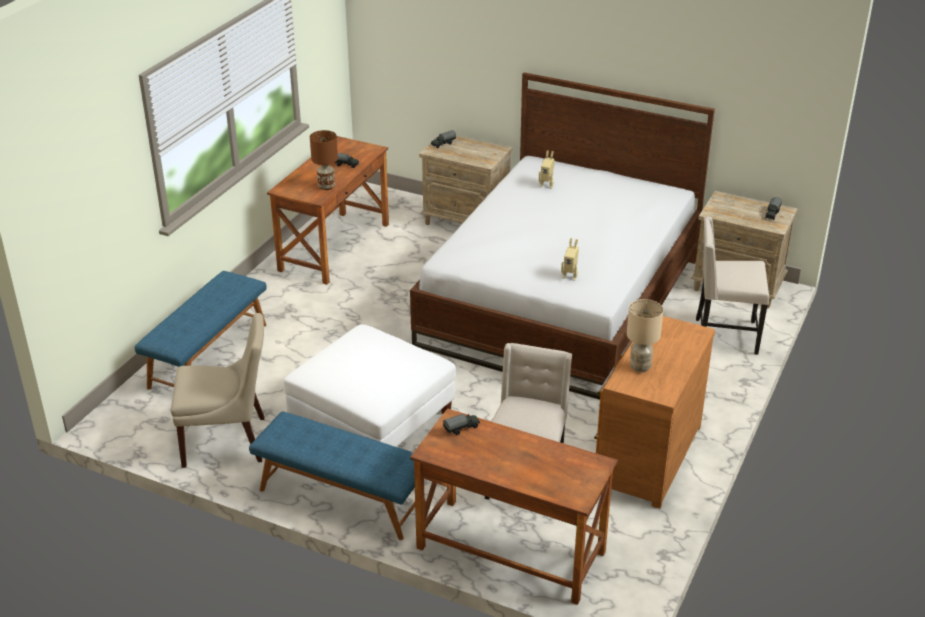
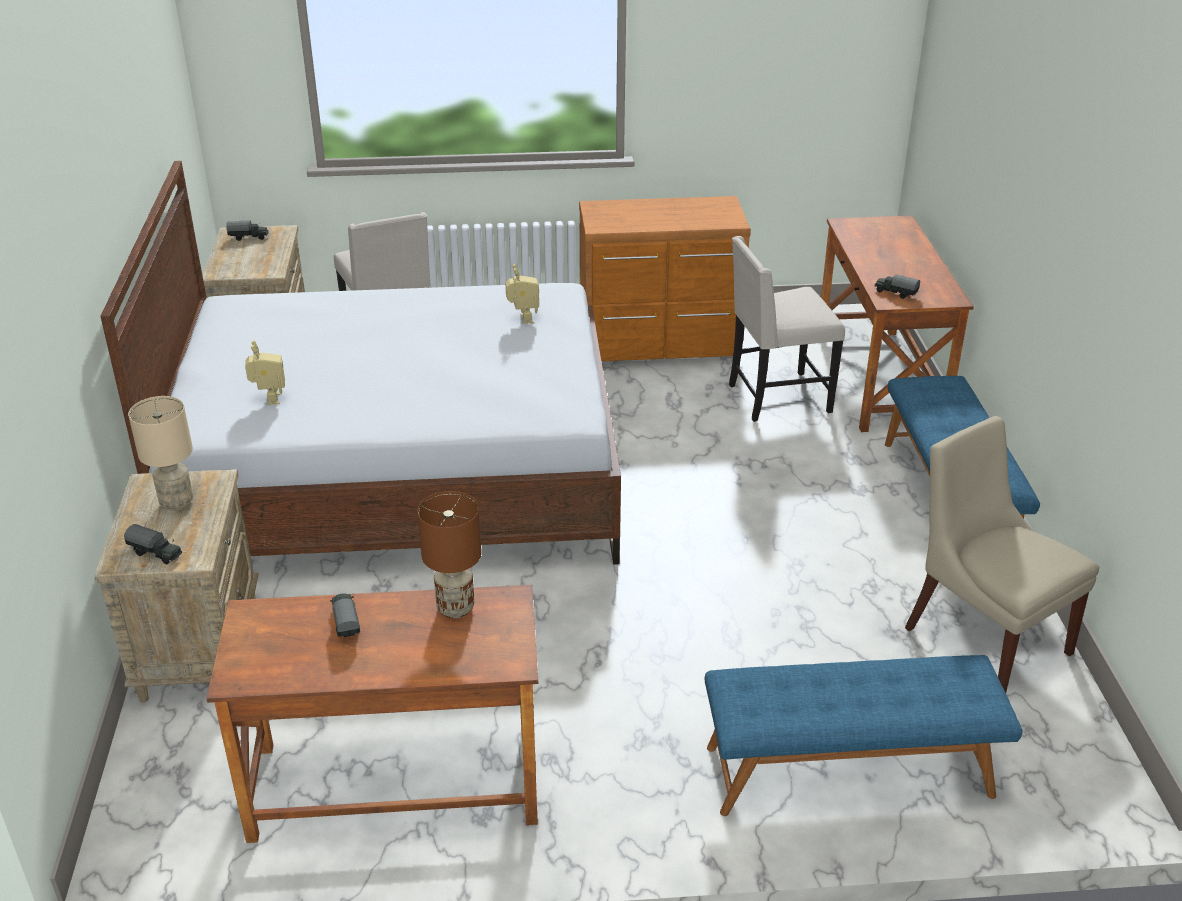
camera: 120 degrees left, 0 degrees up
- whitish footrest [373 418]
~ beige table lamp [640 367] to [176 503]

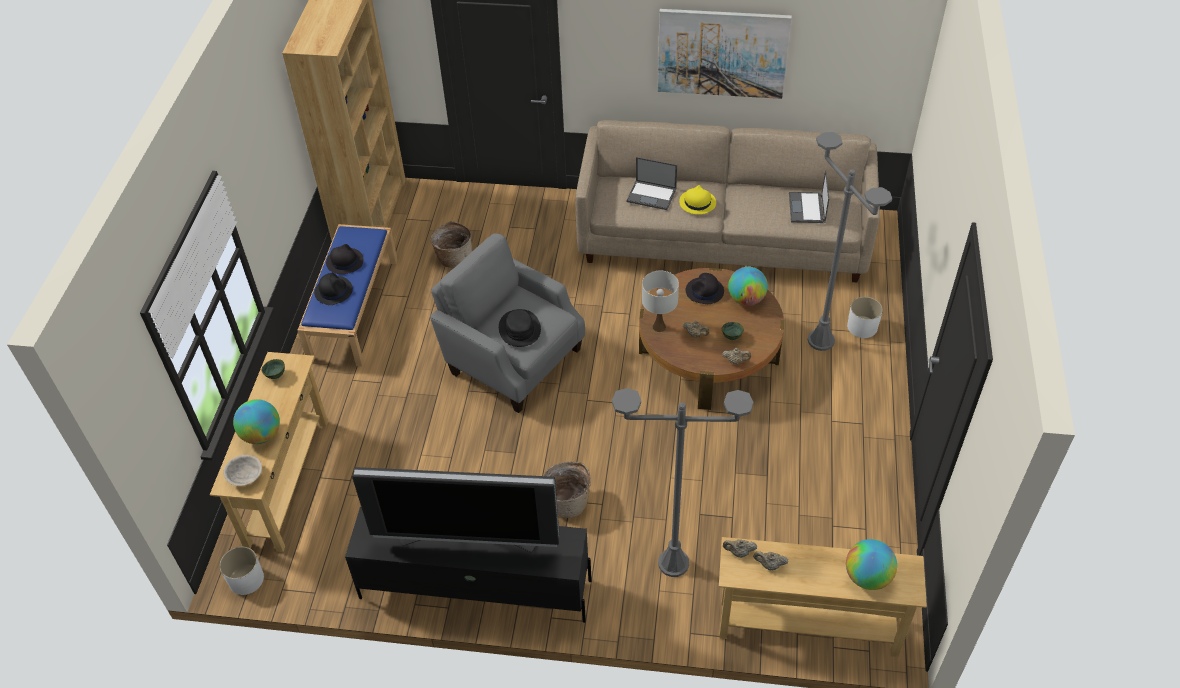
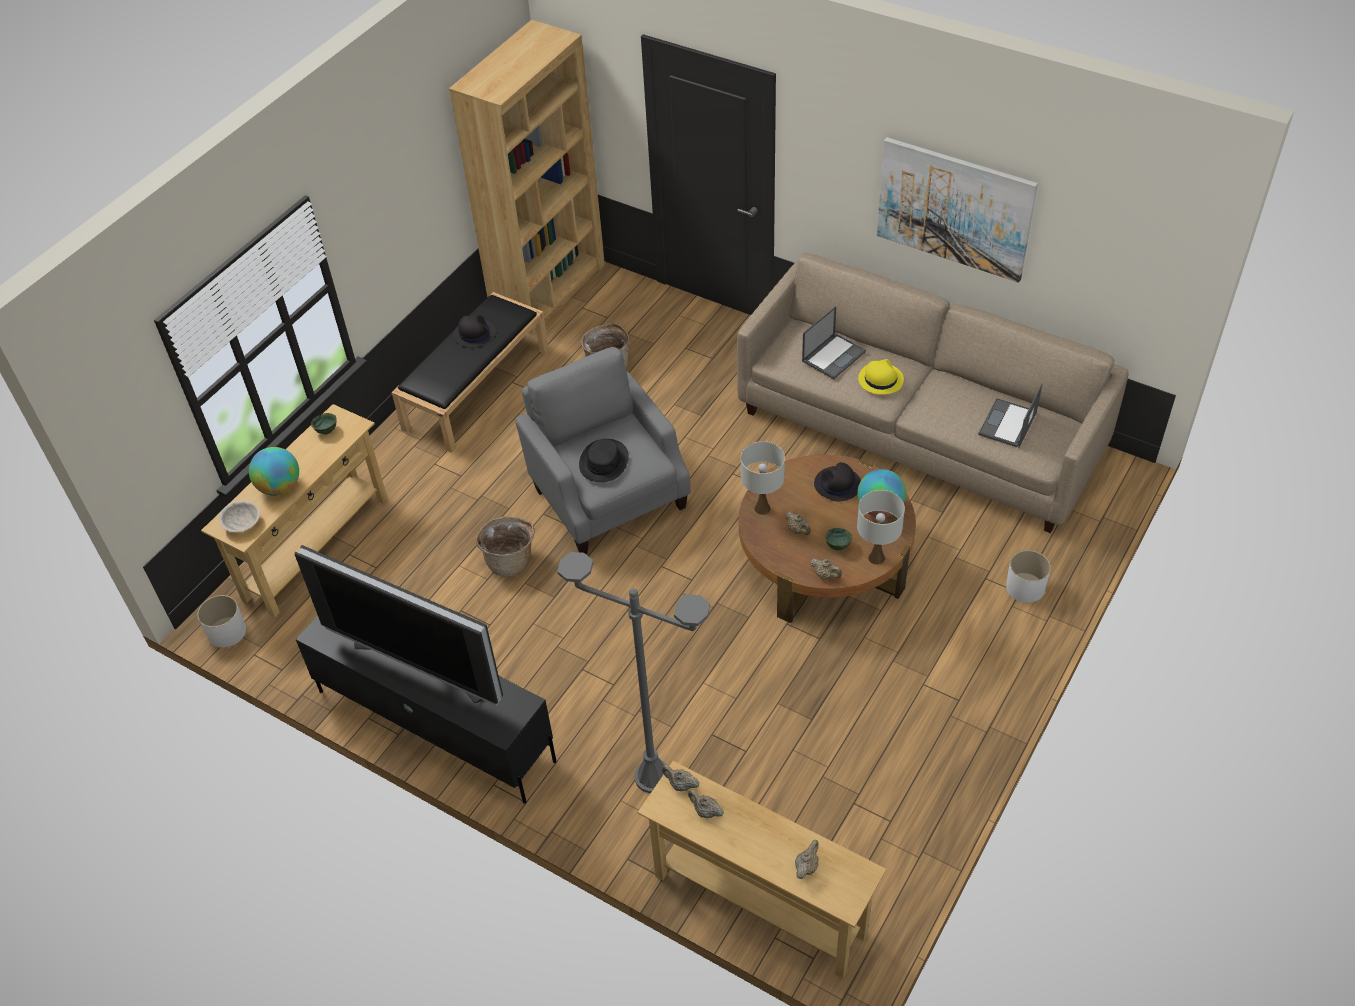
camera: 25 degrees right, 0 degrees up
- black hat [333 291]
- grey standing lamp [821 340]
+ whitish table lamp [876 558]
~ basket [567 501] to [510 560]
~ desk globe [867 577] to beige tea pot [806 866]
~ blue long seat [353 308] to black long seat [476 388]
~ portable computer [652 195] = [834 356] 90 degrees counterclockwise

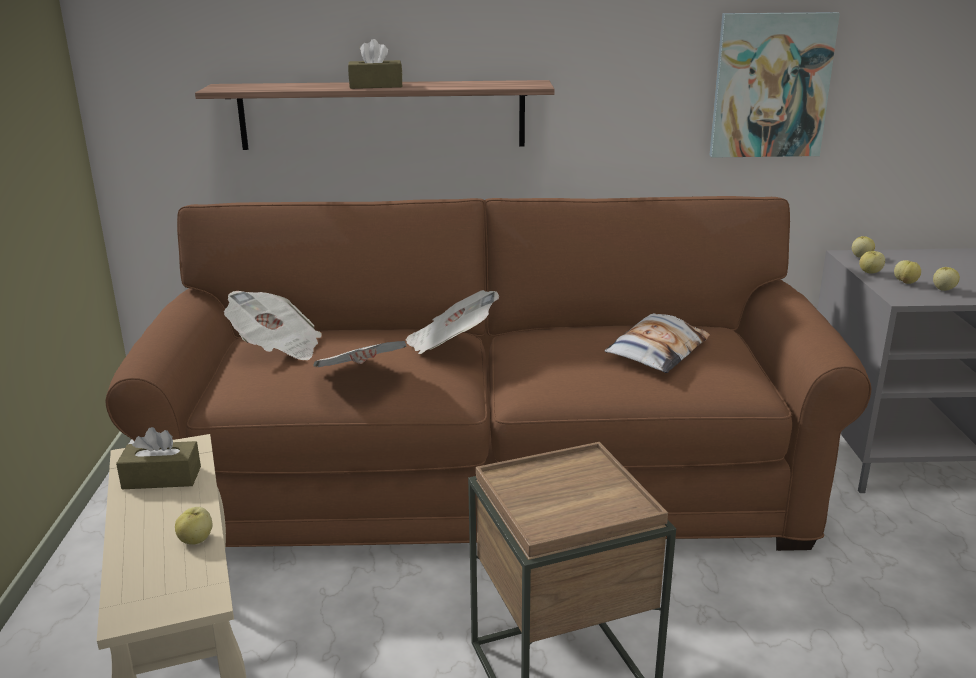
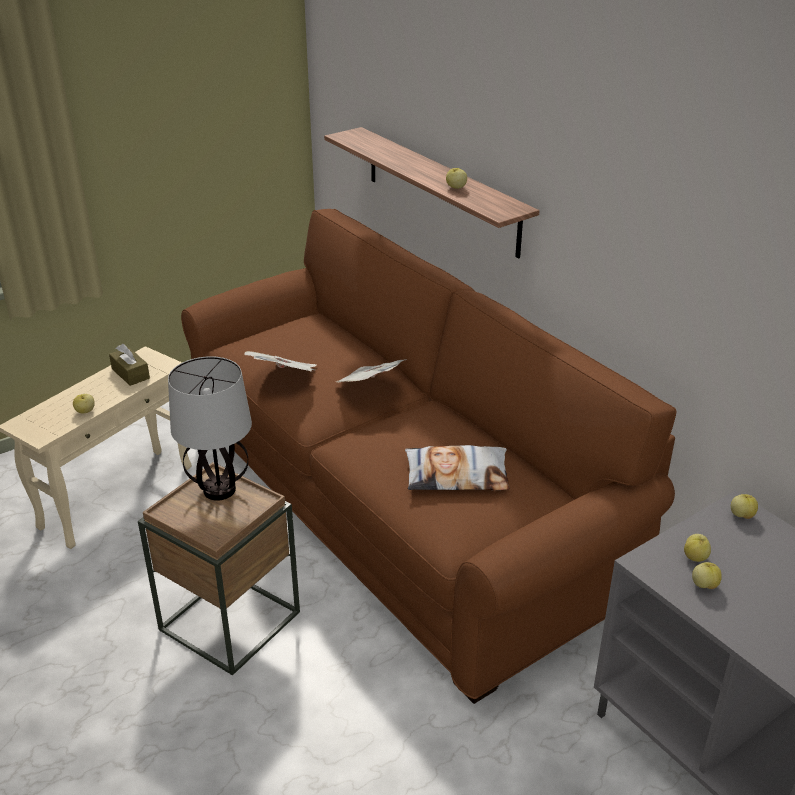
camera: 55 degrees right, 10 degrees up
- newspaper [277 348]
- brown-coloured tissue holder [376 86]
- picture [770 85]
+ table lamp [220 490]
~ apple fruit [870 272] to [456 187]

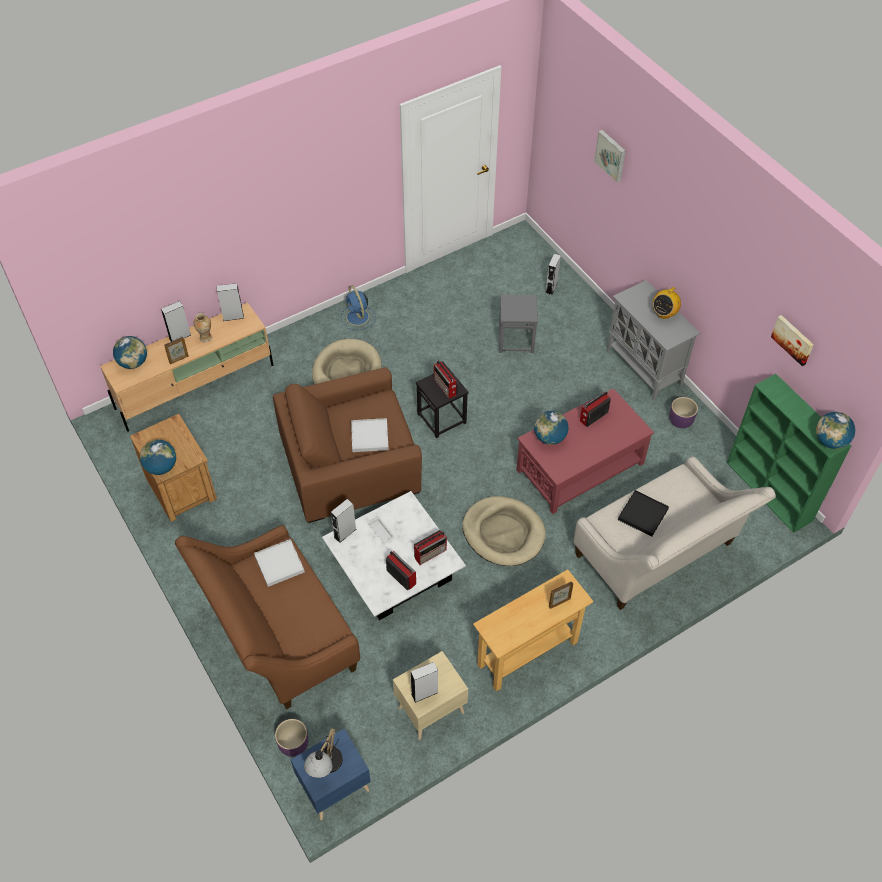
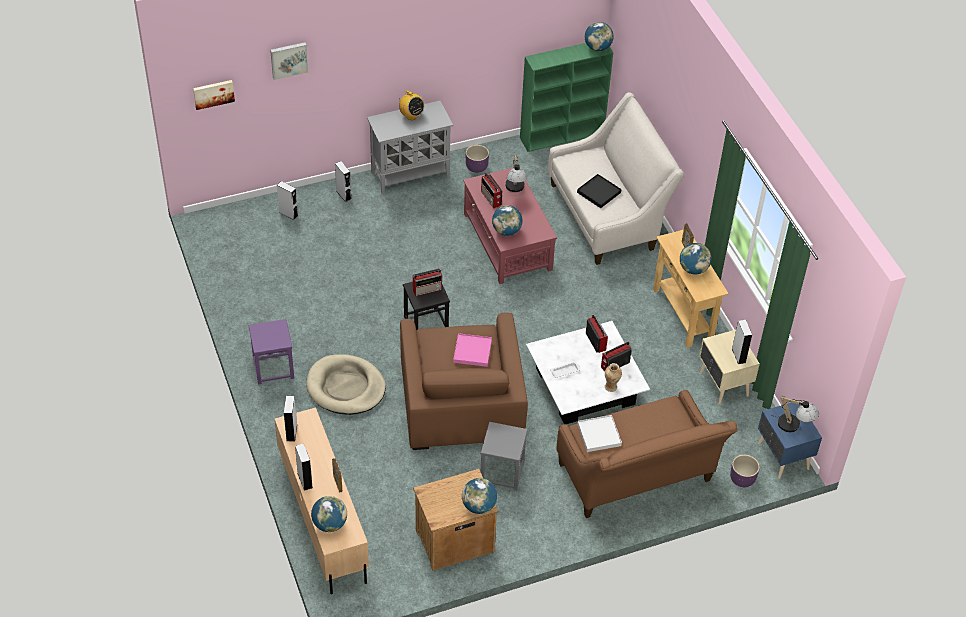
camera: 80 degrees left, 5 degrees down
- beige dog bed [503 533]
+ table lamp [515 189]
+ desk globe [693 269]
~ flower vase [206 338] to [611 387]
~ grey loudspeaker [345 533] to [343 195]
~ grey sitting stool [516 340] to [501 472]
~ picture [793 339] to [213 93]
~ blue fan [358 318] to purple sitting stool [273 367]
~ whitish serving tray [370 436] to pink serving tray [472 351]

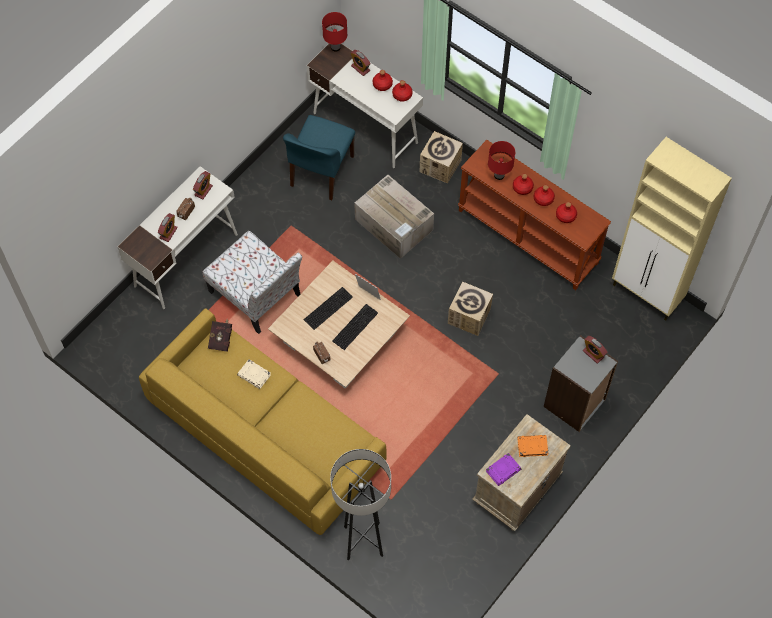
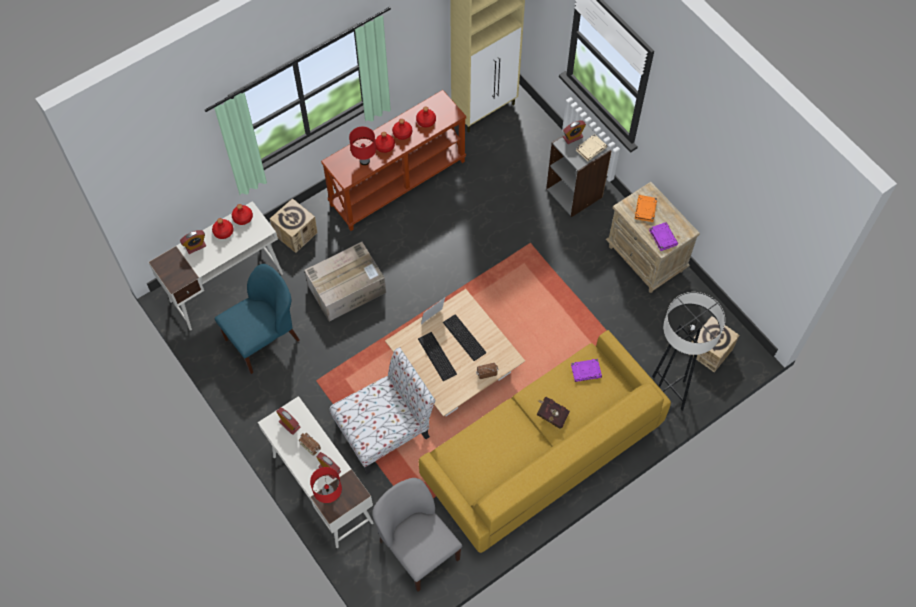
camera: 75 degrees left, 0 degrees up
+ grey plain chair [418 549]
+ purple book [586 371]
~ red book [221 338] to [551 415]
~ beige book [254 375] to [591 149]
~ red table lamp [335 47] to [329 497]
~ packing box [469 316] to [710 351]
~ blue plain chair [321 172] = [263 339] 75 degrees counterclockwise

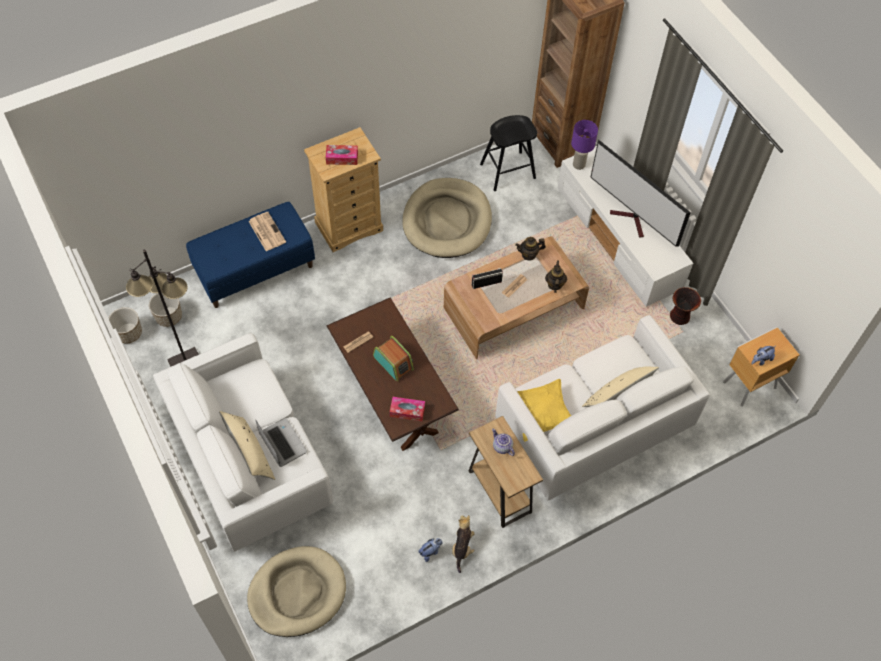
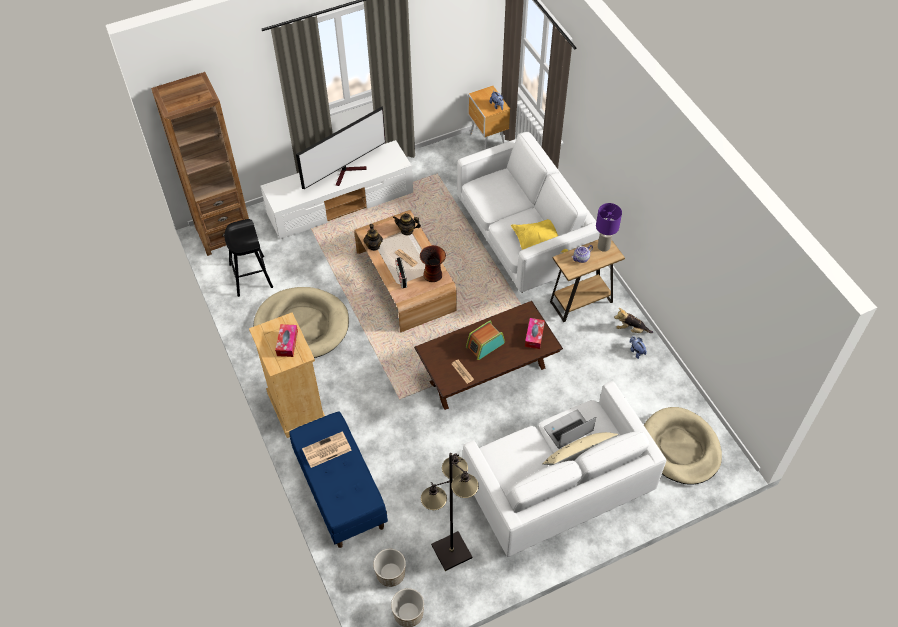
camera: 85 degrees left, 5 degrees down
- beige cushion [617 394]
~ purple table lamp [579 164] to [603 247]
~ flower vase [680 317] to [433 274]

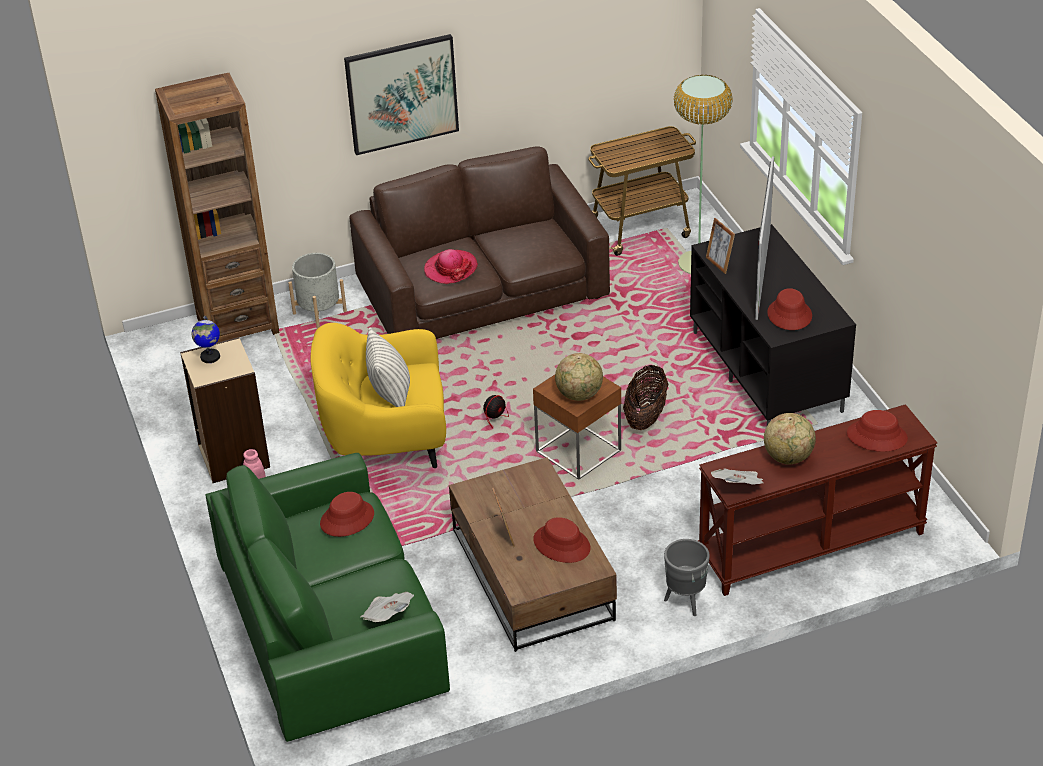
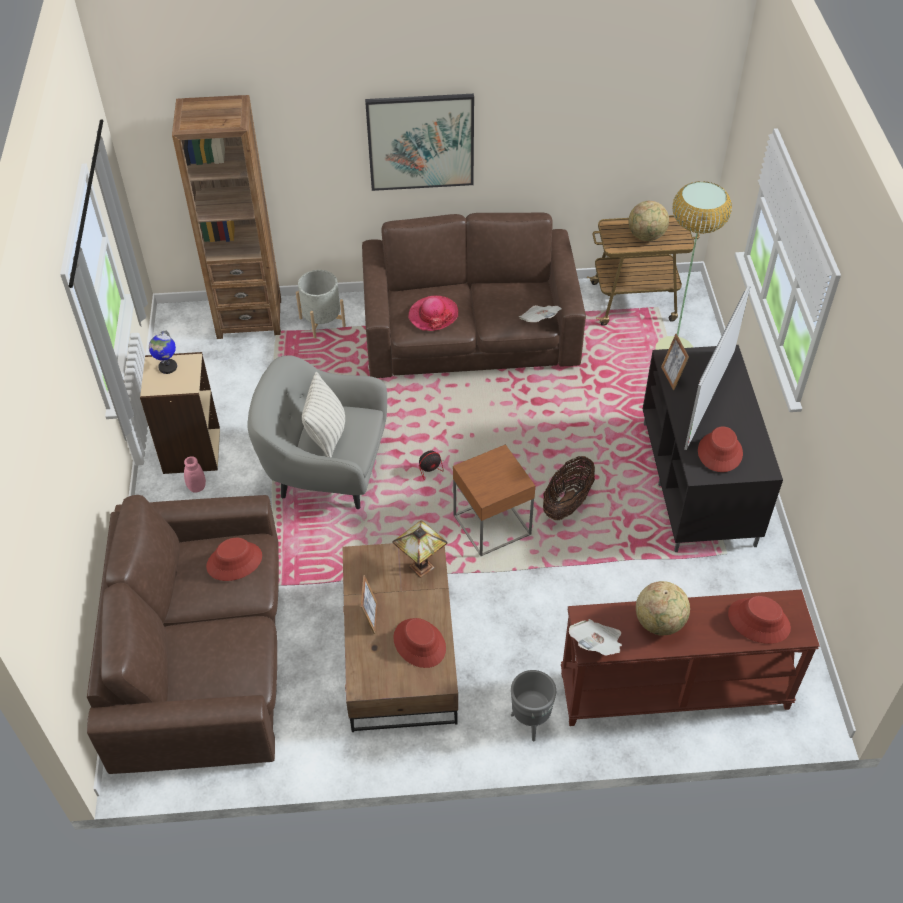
camera: 15 degrees right, 10 degrees up
+ table lamp [421 568]
~ newspaper [388 616] to [539 321]
~ desk globe [579 395] to [646 236]
~ greenish settee [331 624] to brown-coloured settee [202 652]
~ yellow armchair [386 443] to grey armchair [326 471]

